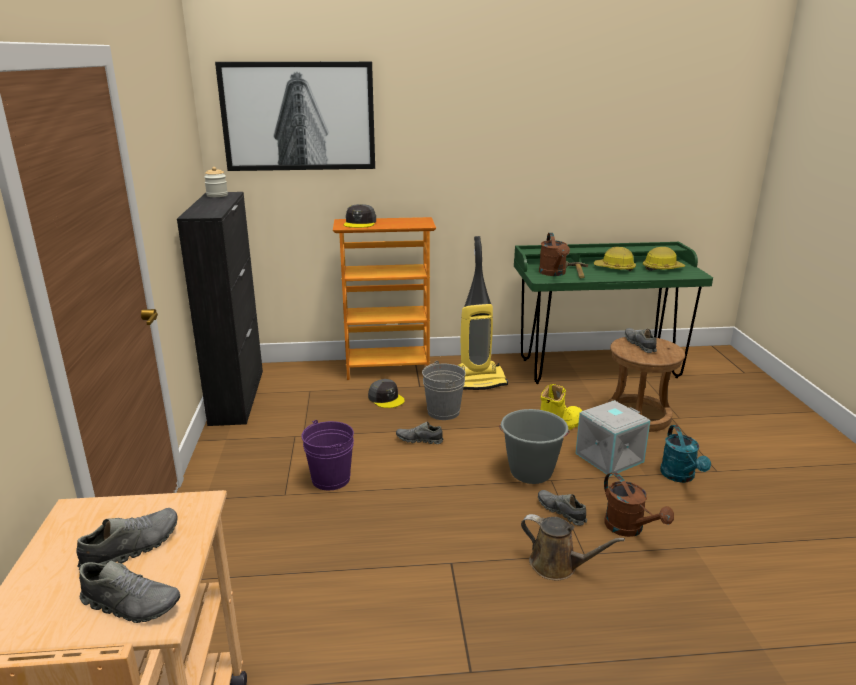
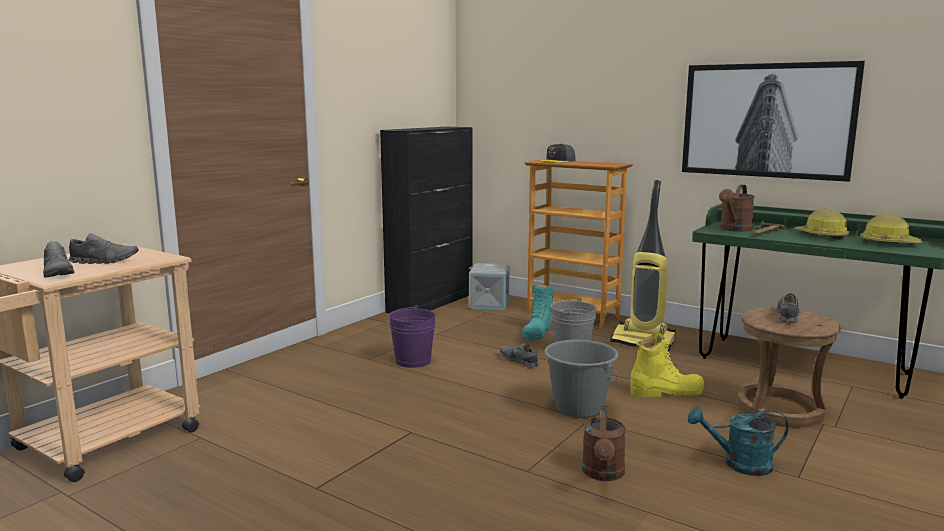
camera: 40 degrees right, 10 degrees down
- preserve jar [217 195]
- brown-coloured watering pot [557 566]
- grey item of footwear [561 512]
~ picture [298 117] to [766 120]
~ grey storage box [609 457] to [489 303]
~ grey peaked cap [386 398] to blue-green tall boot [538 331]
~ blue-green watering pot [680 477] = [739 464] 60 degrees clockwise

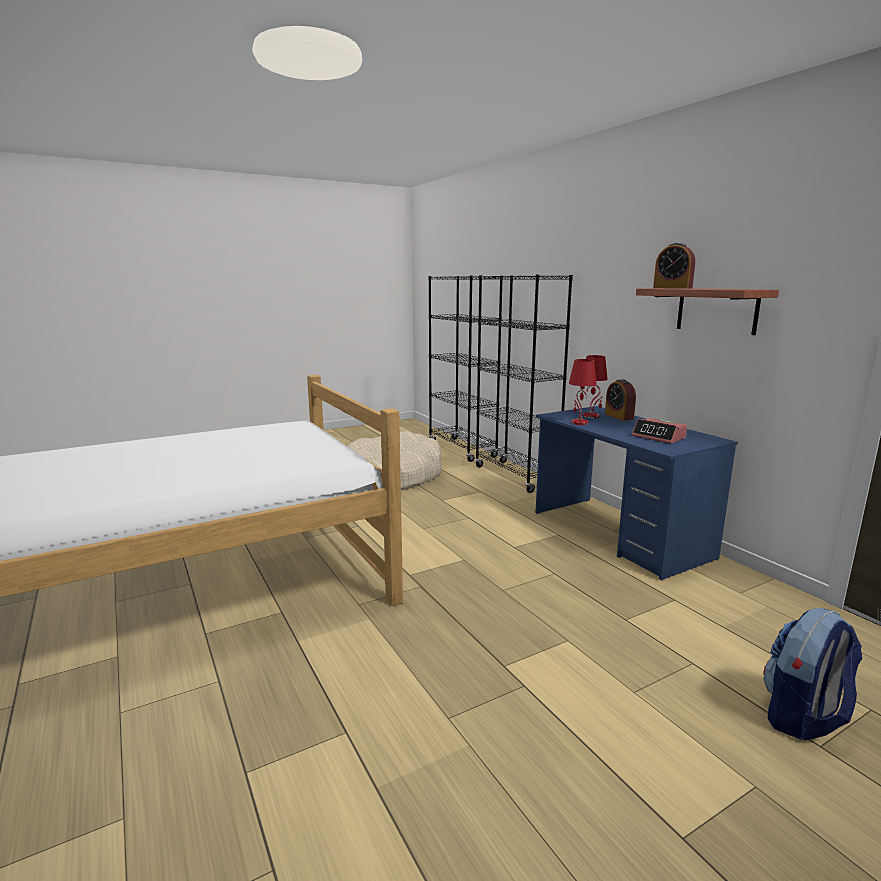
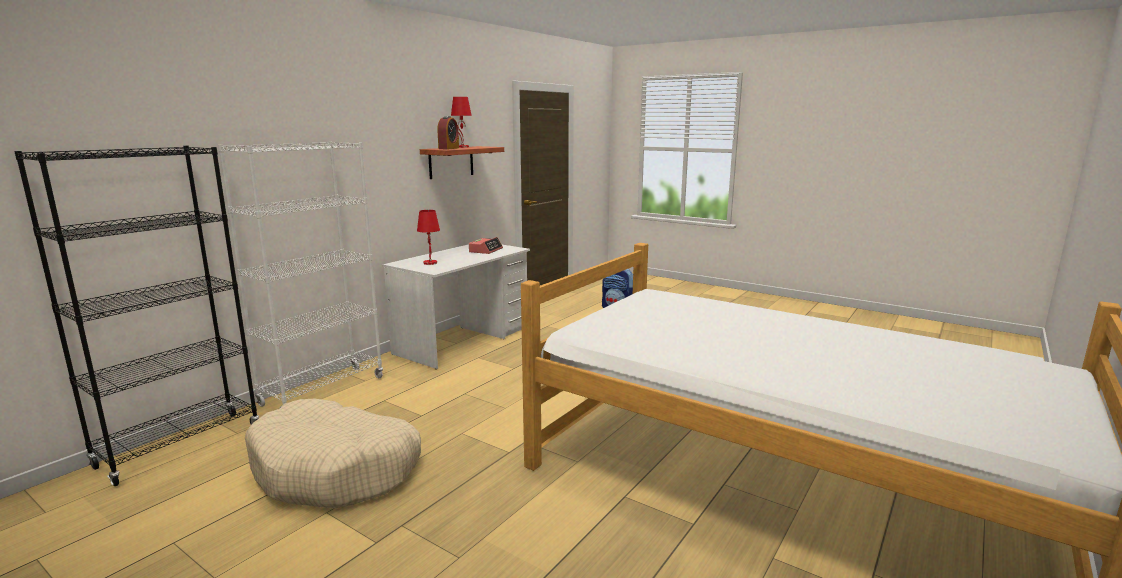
camera: 115 degrees left, 0 degrees up
- alarm clock [619 416]
~ red table lamp [579 423] to [462 147]
~ black bookcase [516 476] to whitish bookcase [323 391]
~ blue desk unit [618 534] to whitish desk unit [463 341]

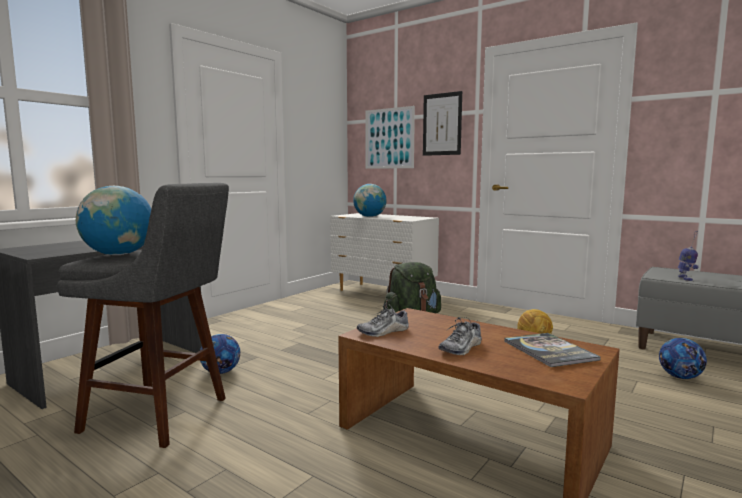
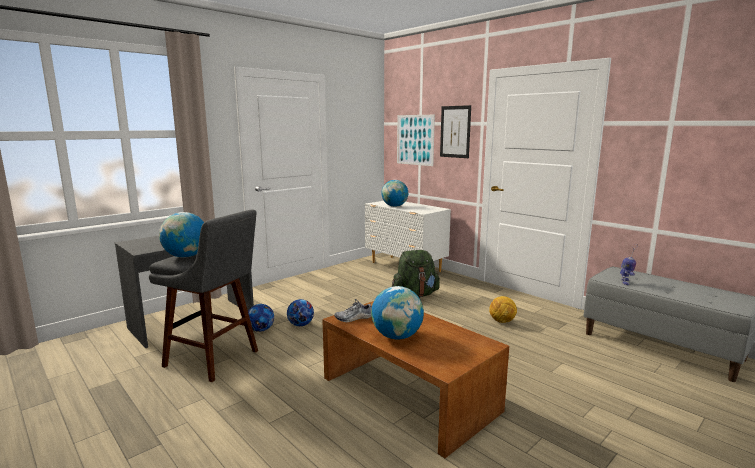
camera: 10 degrees right, 5 degrees up
- book [549 350]
~ football ball [680 377] to [300 325]
~ item of footwear [461 348] to desk globe [397 336]

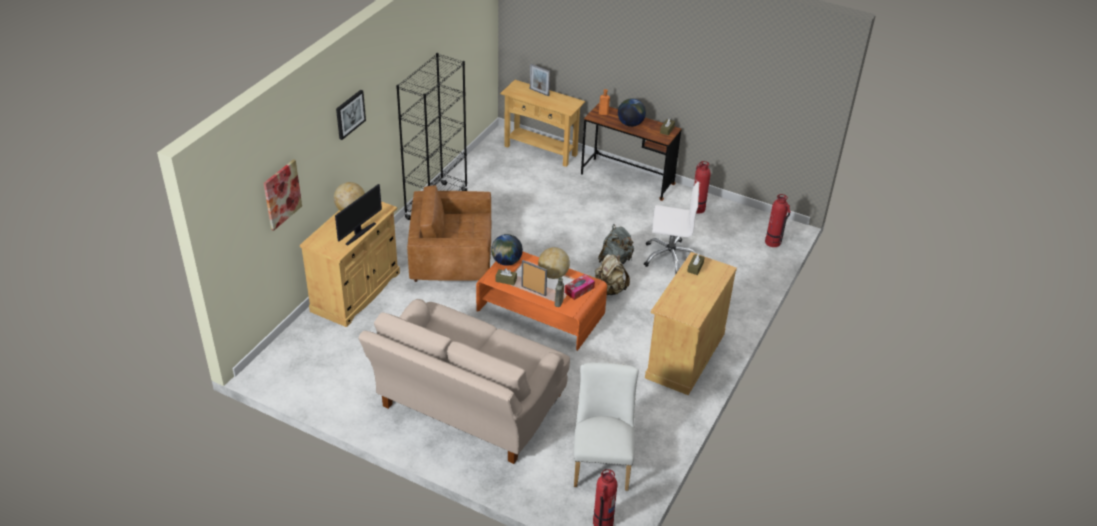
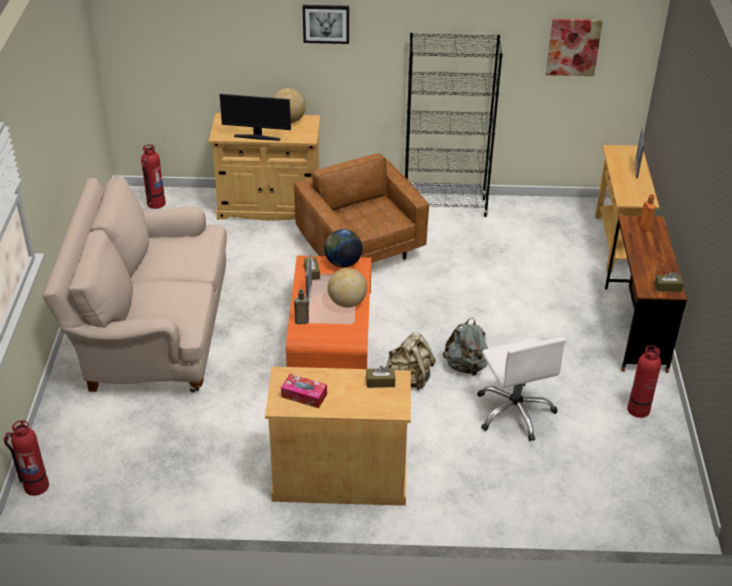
camera: 65 degrees right, 0 degrees up
- whitish plain chair [602 462]
- desk globe [630 124]
~ picture [282 194] to [573 47]
~ tissue holder [579 290] to [304 395]
~ fire extinguisher [773 242] to [155 203]

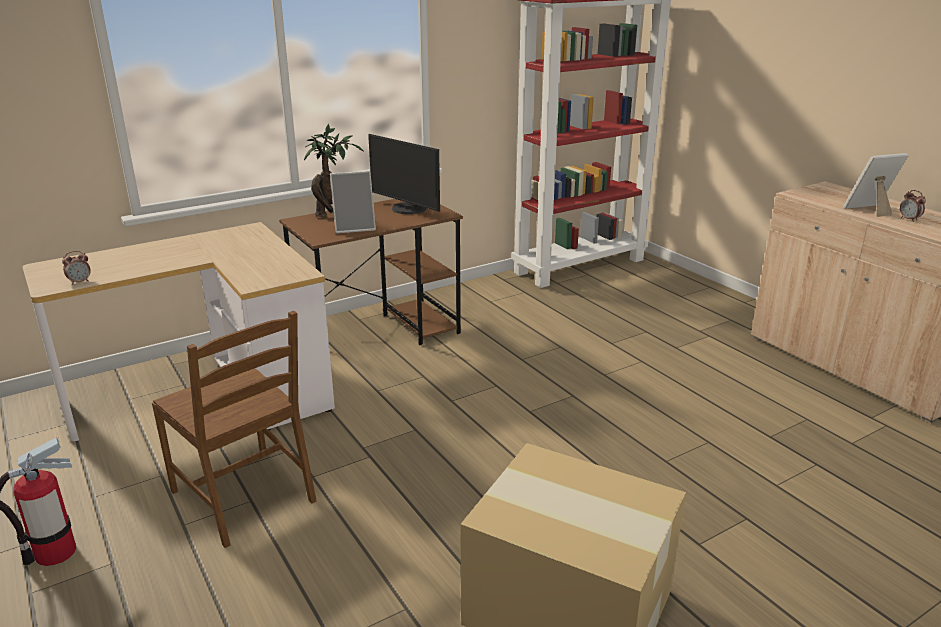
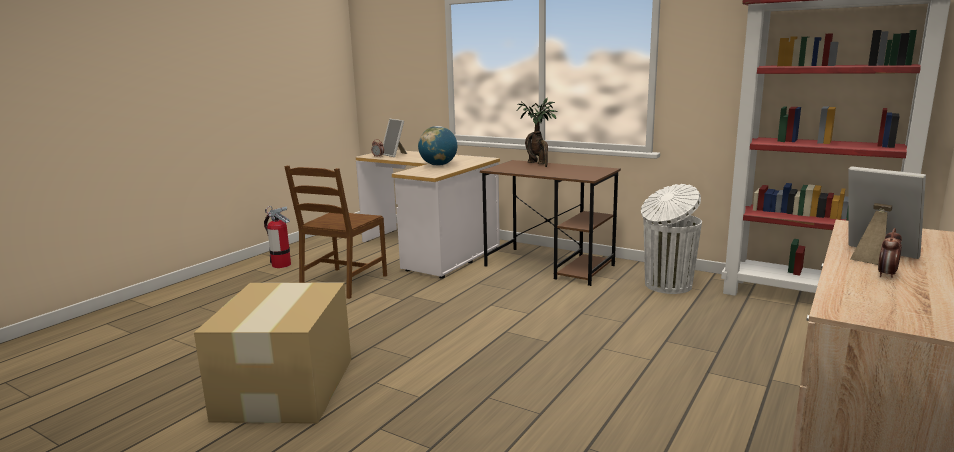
camera: 65 degrees right, 10 degrees down
- monitor [407 209]
+ desk globe [438 165]
+ whitish trash can [666 285]
~ photo frame [355 227] to [395 155]

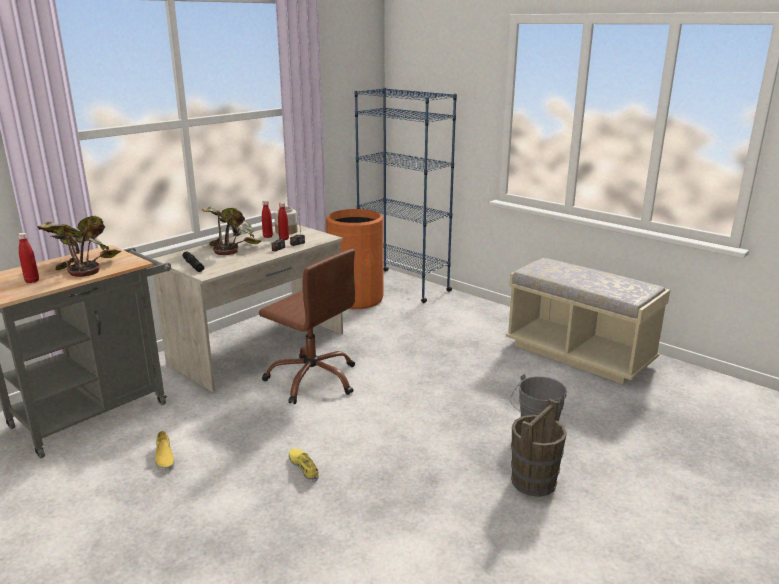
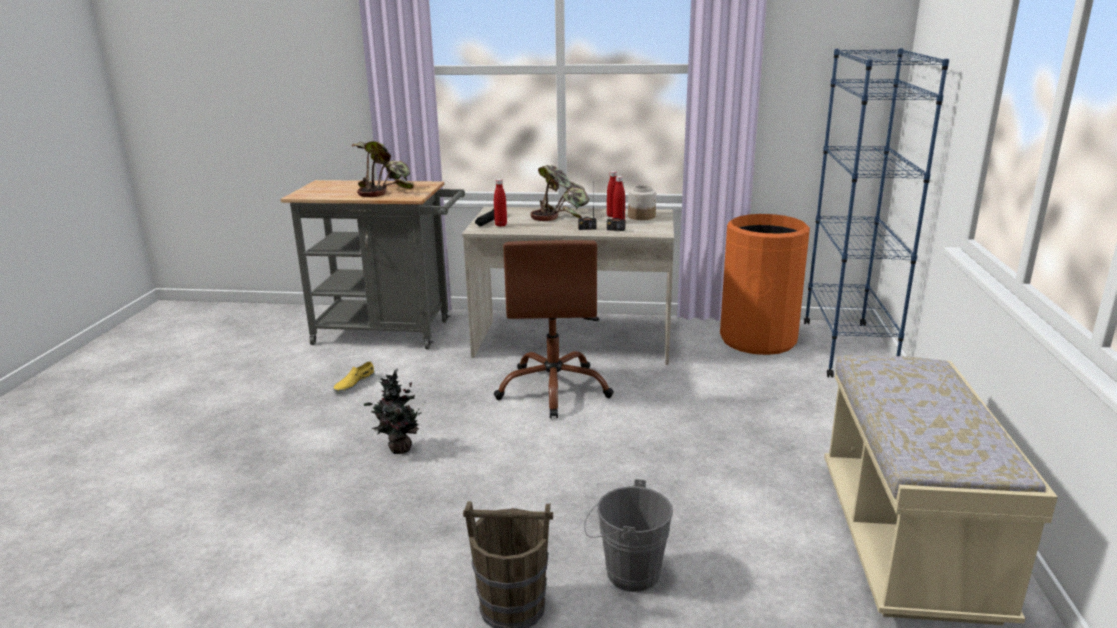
camera: 55 degrees right, 0 degrees up
~ red beverage bottle [32 281] to [501 225]
~ yellow item of footwear [304 467] to potted plant [398 449]

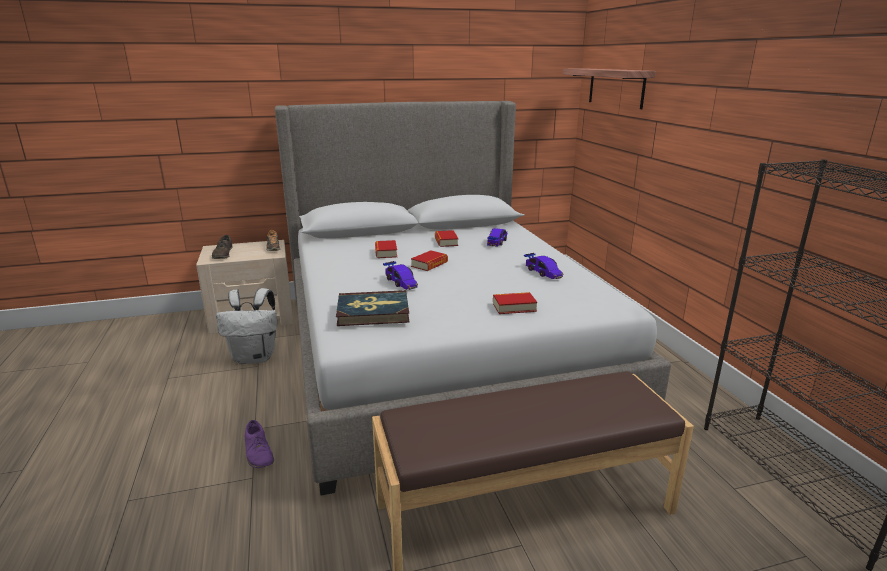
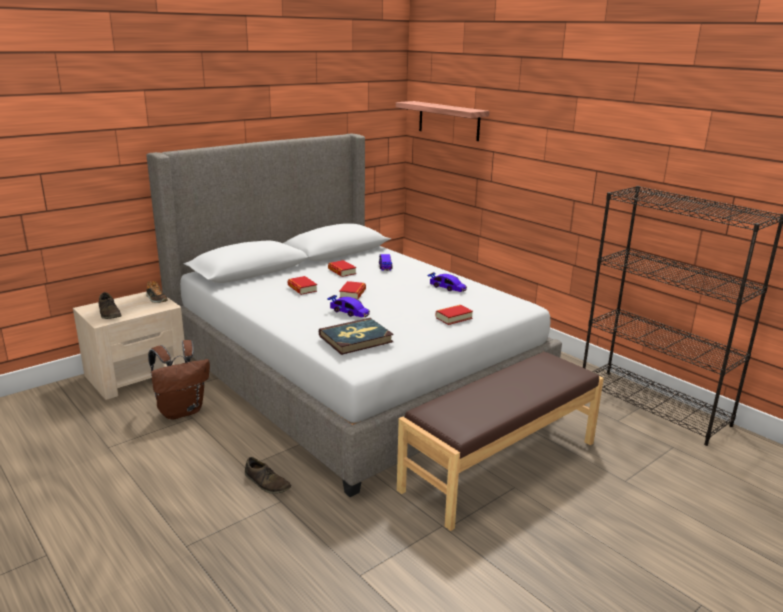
camera: 25 degrees left, 0 degrees up
~ whitish backpack [255 357] to brown-coloured backpack [182 411]
~ purple item of footwear [258 452] to brown-coloured item of footwear [267 483]

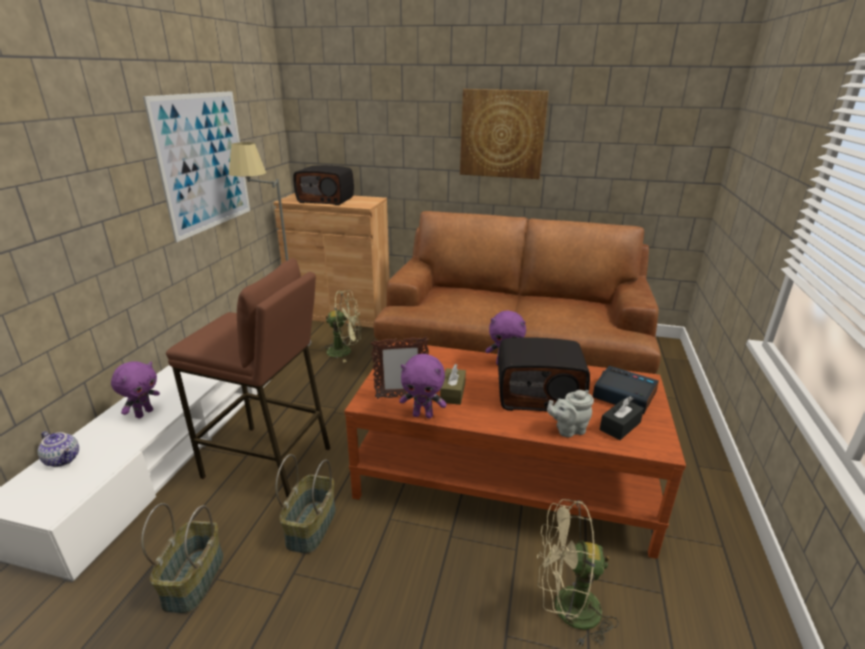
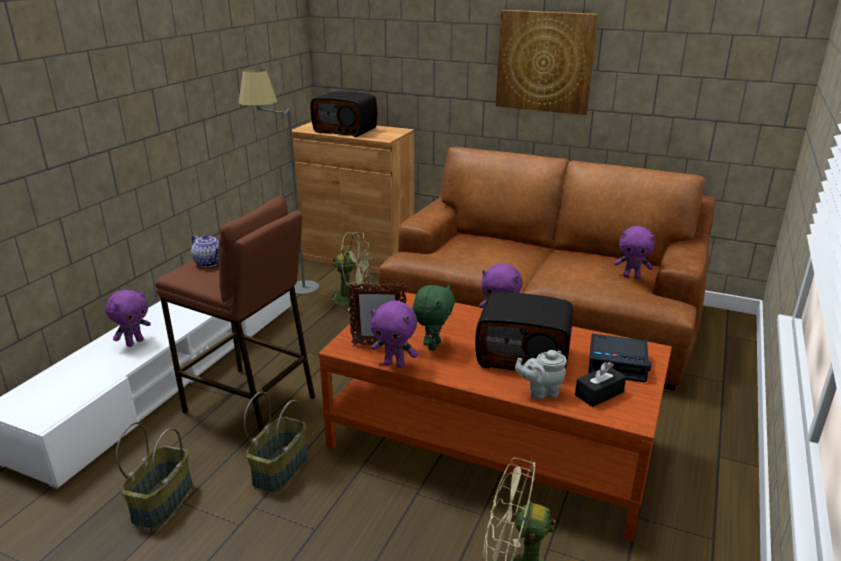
camera: 10 degrees right, 0 degrees up
- picture [204 162]
+ purple cuddly toy [631 276]
~ tea pot [64 459] to [210 262]
~ brown-coloured tissue holder [453 393] to greenish cuddly toy [433 345]
~ alarm clock [623 395] = [617 364] 150 degrees clockwise

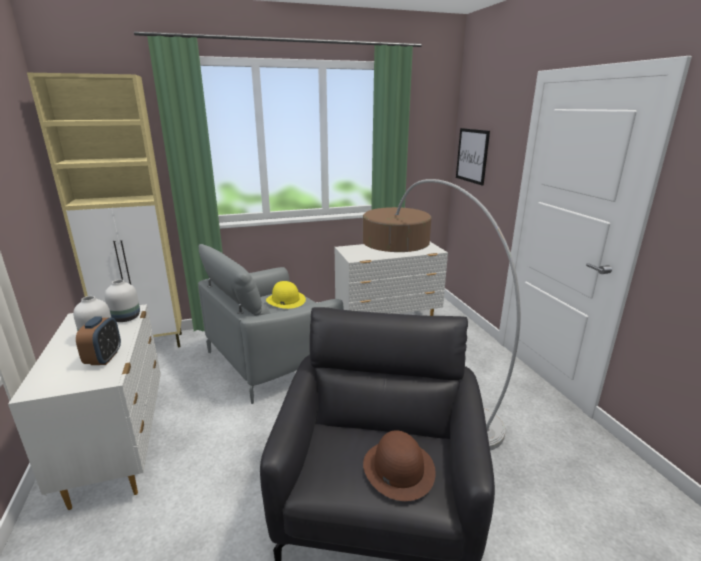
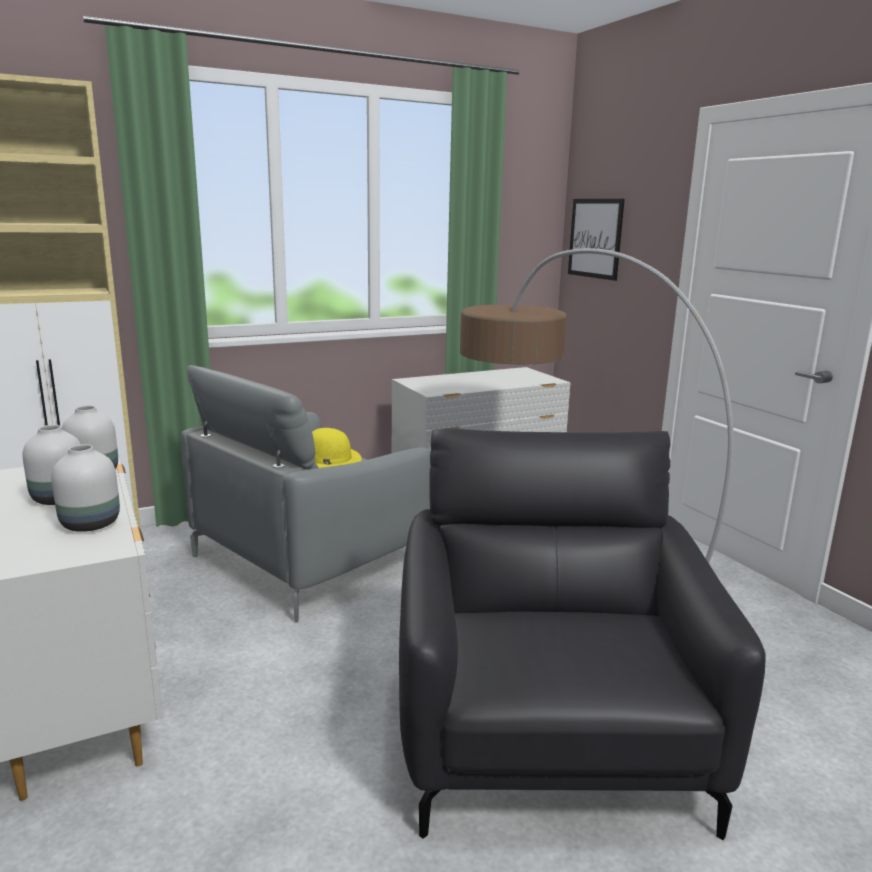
camera: 10 degrees left, 5 degrees down
- brown-coloured hat [398 468]
~ alarm clock [104 358] to whitish flower vase [89 524]

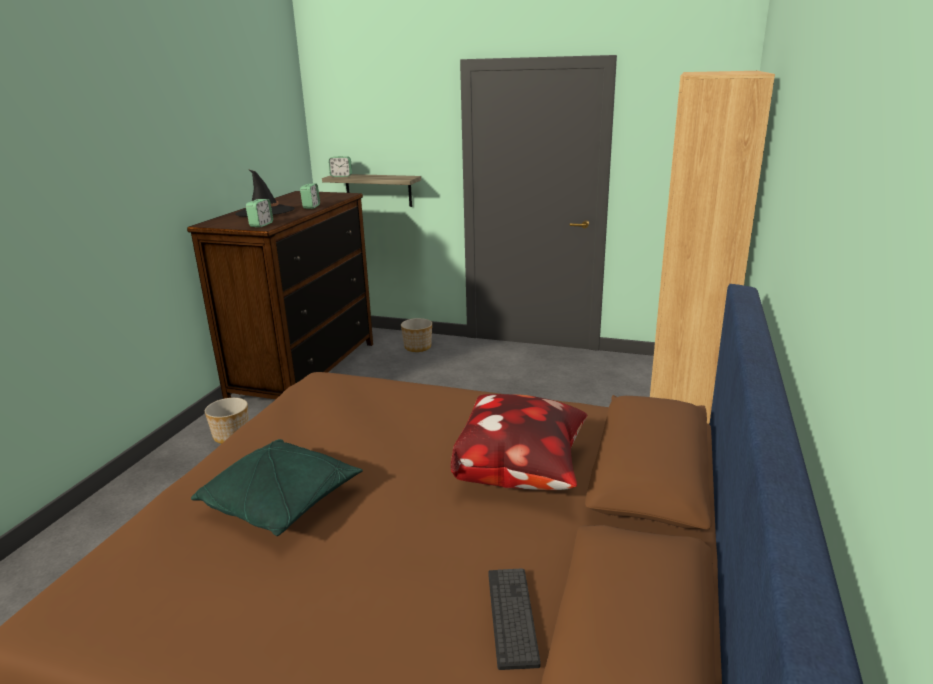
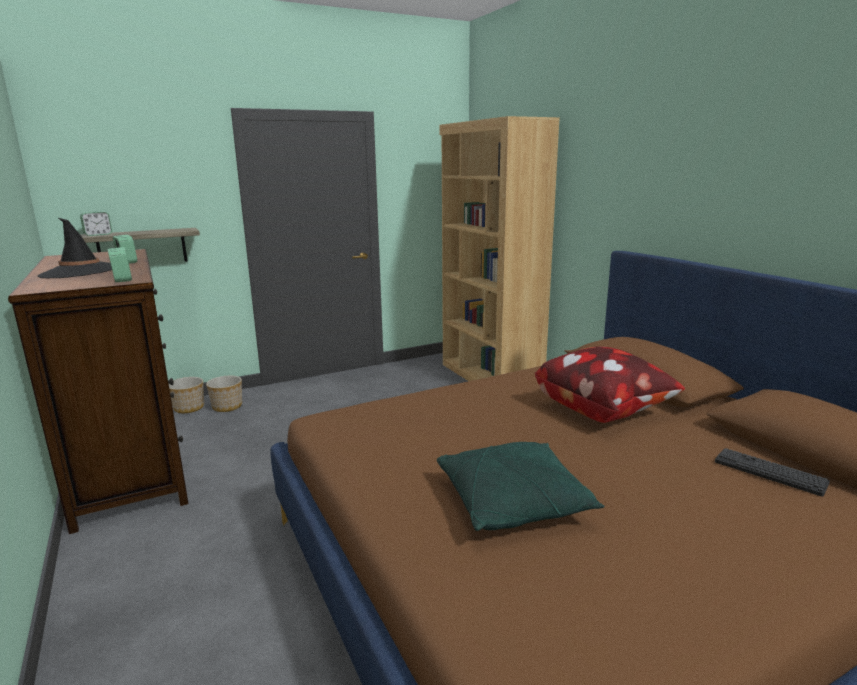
camera: 45 degrees left, 5 degrees down
~ plant pot [231 436] to [189 408]

